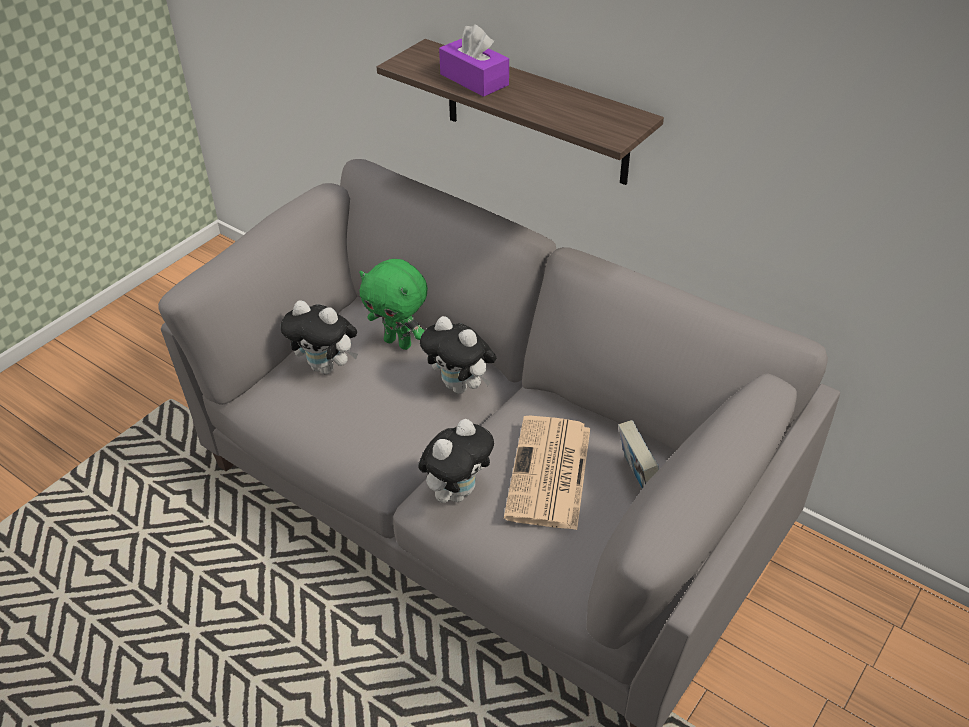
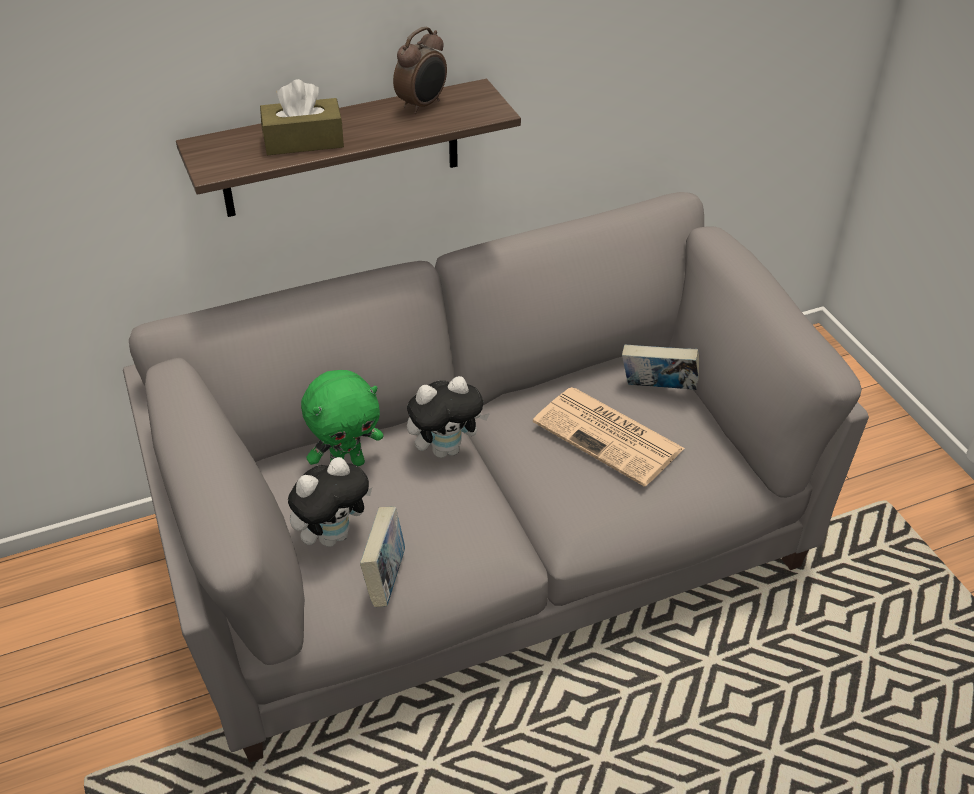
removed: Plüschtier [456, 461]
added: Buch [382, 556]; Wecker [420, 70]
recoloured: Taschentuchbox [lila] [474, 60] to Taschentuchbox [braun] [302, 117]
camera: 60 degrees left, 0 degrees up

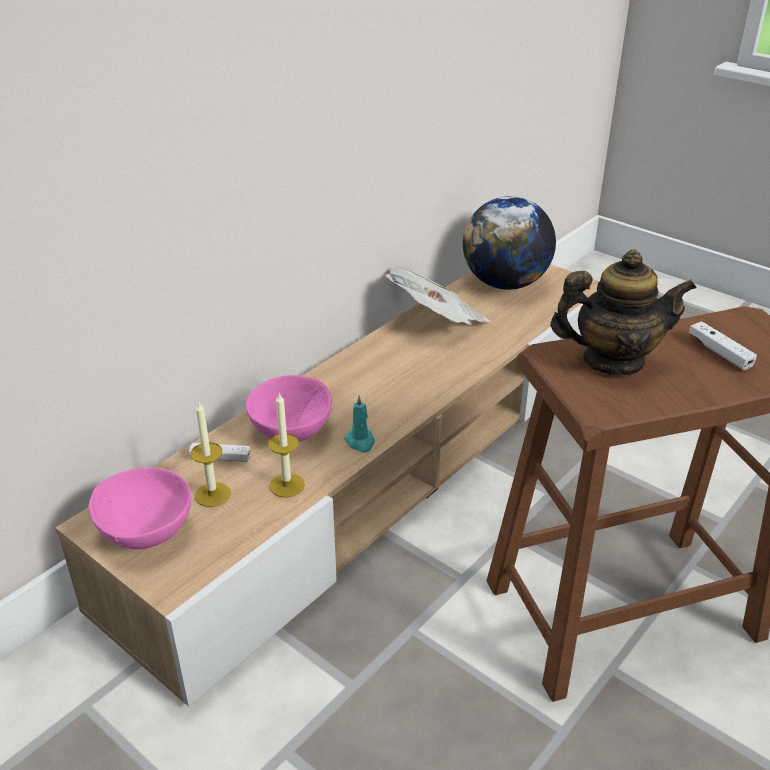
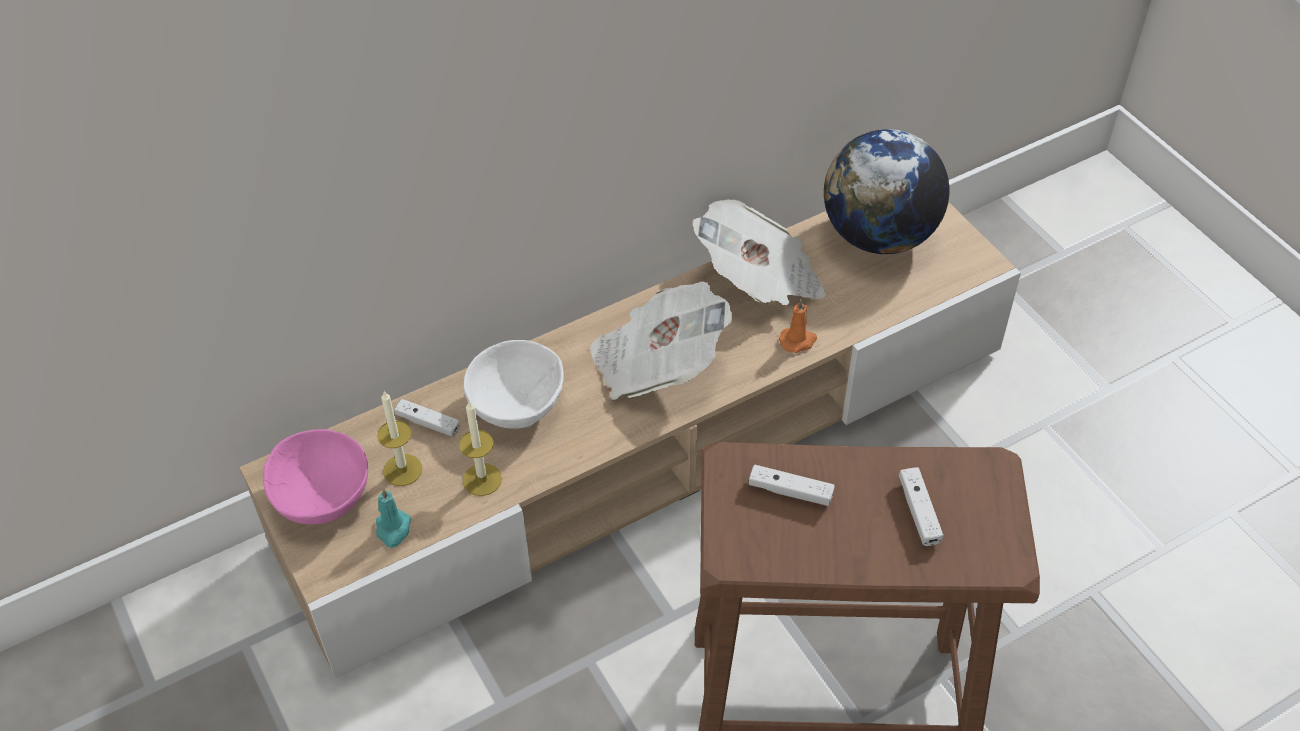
added: Zeitung [661, 341]; Kerze [orange] [798, 326]
moved: Kerze [türkis] [359, 424] to [393, 518]
replaced: Teekanne [623, 313] to Gamepad [weiß] [792, 485]
recoloured: Schüssel [rosa] [289, 408] to Schüssel [weiß] [513, 384]
camera: 20 degrees right, 15 degrees up

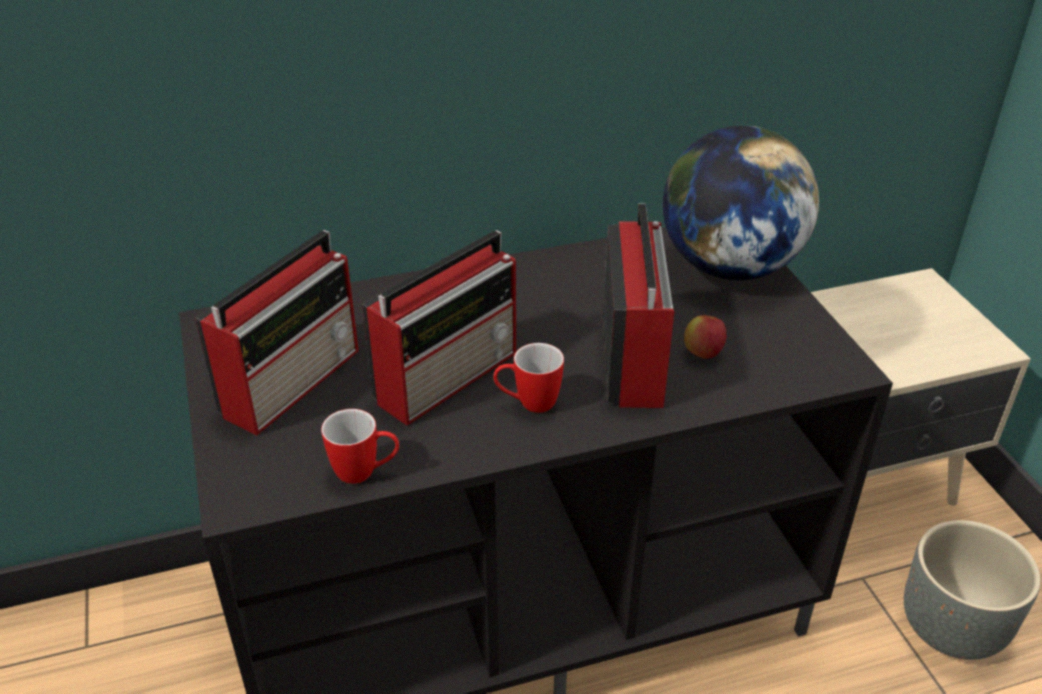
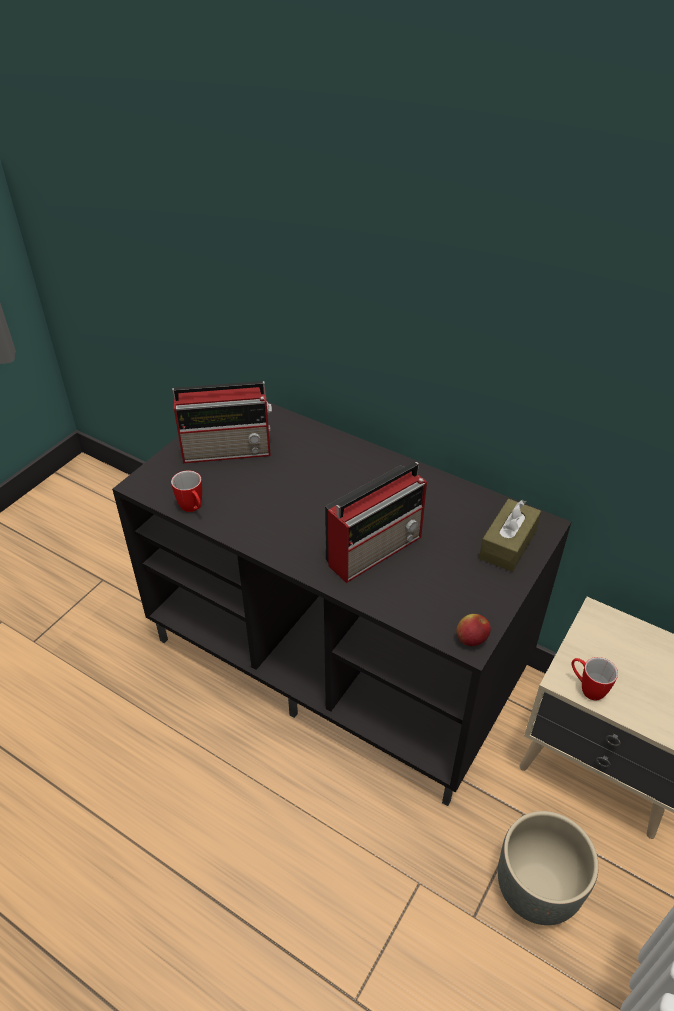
removed: Radio [439, 328]
moved: Henkelbecher [528, 378] to [595, 678]; Apfel [705, 337] to [473, 630]
replaced: Globus [740, 203] to Taschentuchbox [braun] [510, 535]
camera: 50 degrees right, 5 degrees up

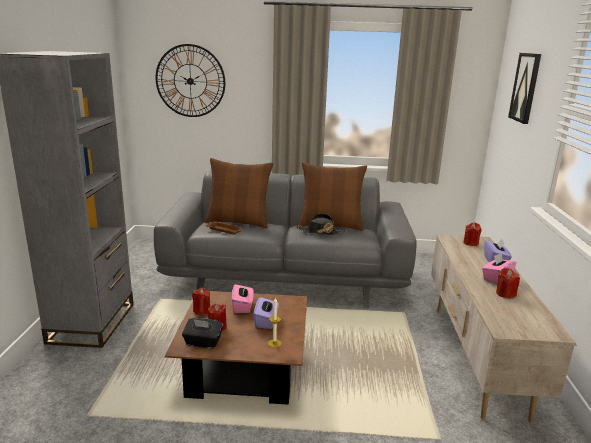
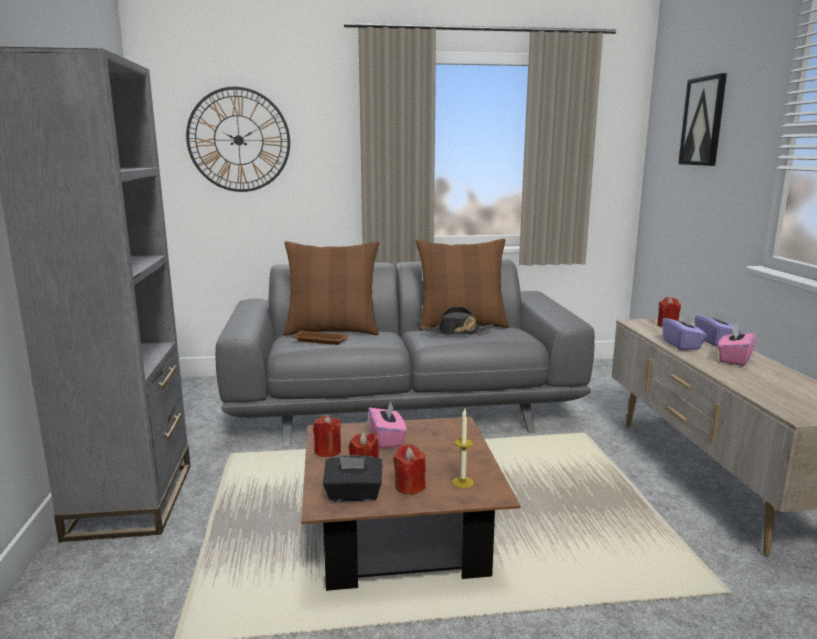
moved: Taschentuchbox [lila] [266, 312] to [684, 330]; Kerze [rot] [508, 283] to [409, 469]
camera: 10 degrees left, 5 degrees down

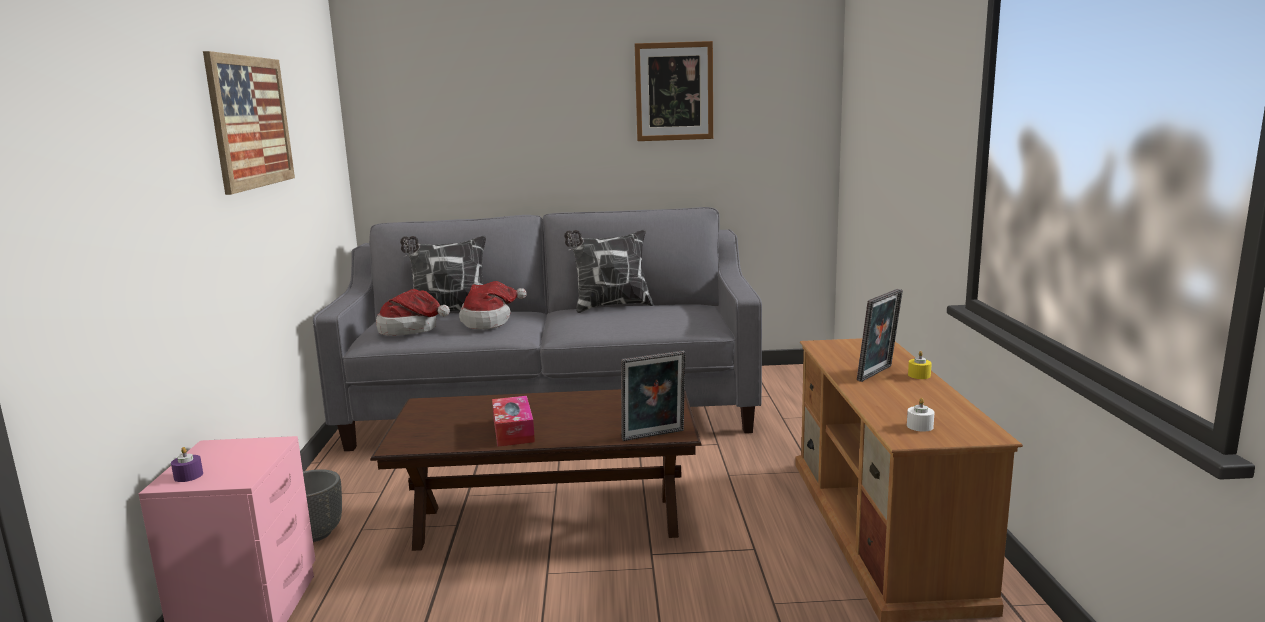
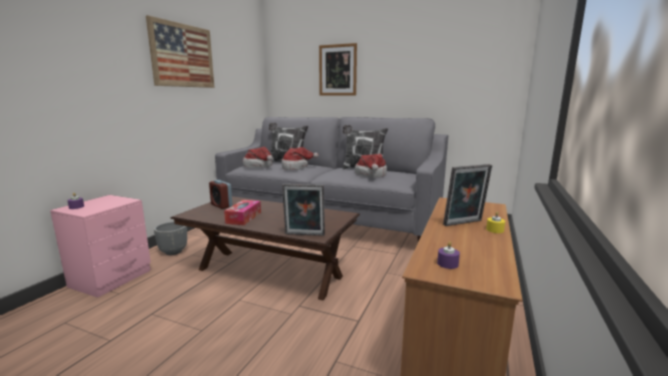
added: Wecker [221, 194]; Hut [371, 166]
moved: Bild [674, 91] to [338, 69]
recoloured: Kerze [weiß] [921, 415] to Kerze [lila] [448, 255]
camera: 25 degrees right, 0 degrees up

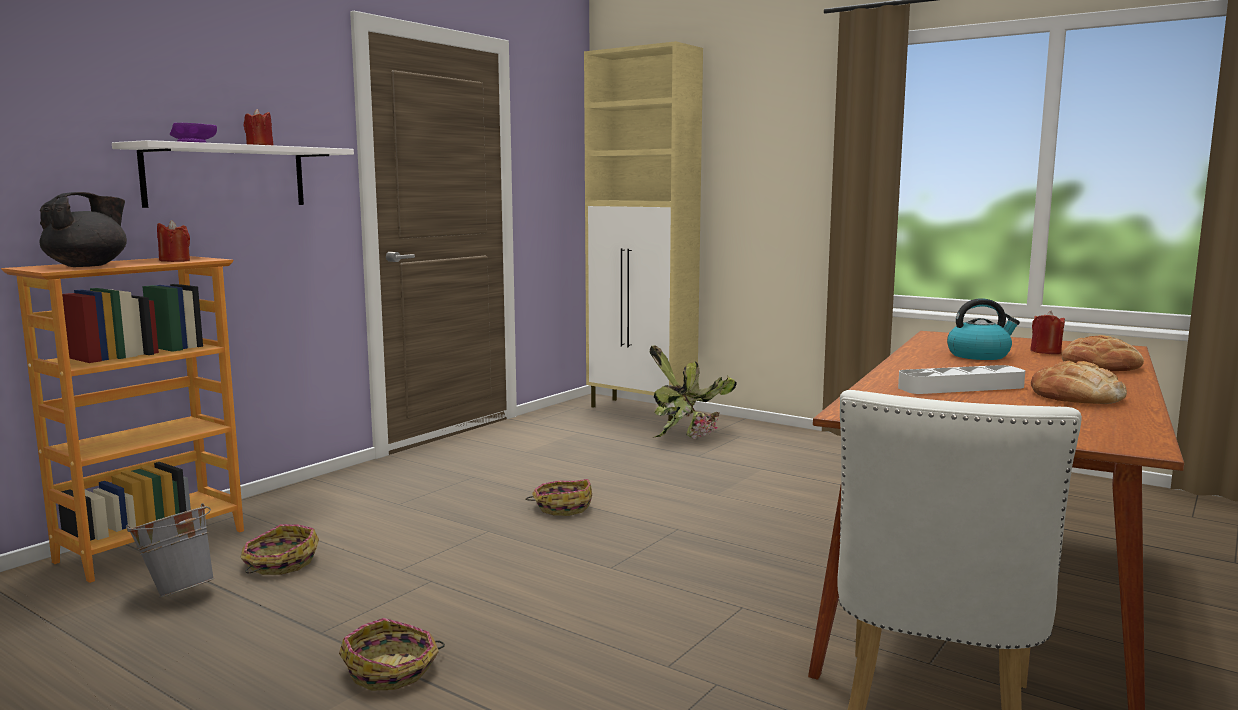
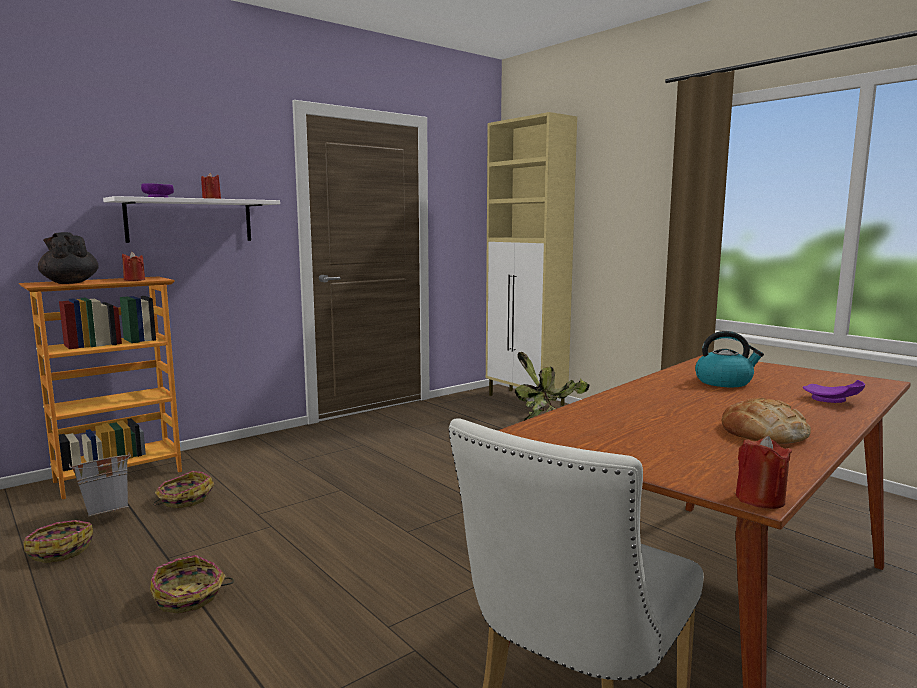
removed: Tablett [grau] [961, 379]
moved: Korb [558, 497] to [58, 541]; Kerze [rot] [1047, 332] to [763, 472]
replaced: Brot [1103, 353] to Teller [lila] [834, 391]
turned: Teekanne [schwarz] [83, 229] = [68, 258] 90 degrees counterclockwise
camera: 15 degrees right, 0 degrees up

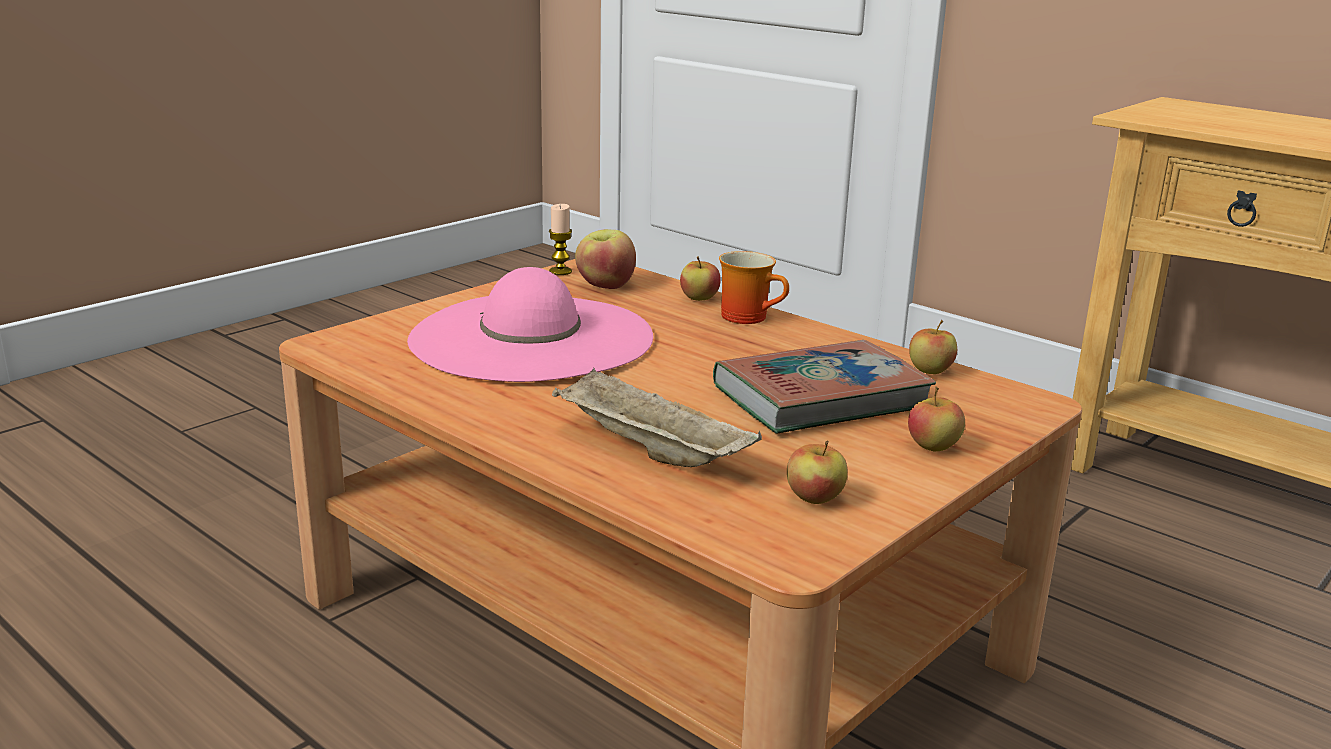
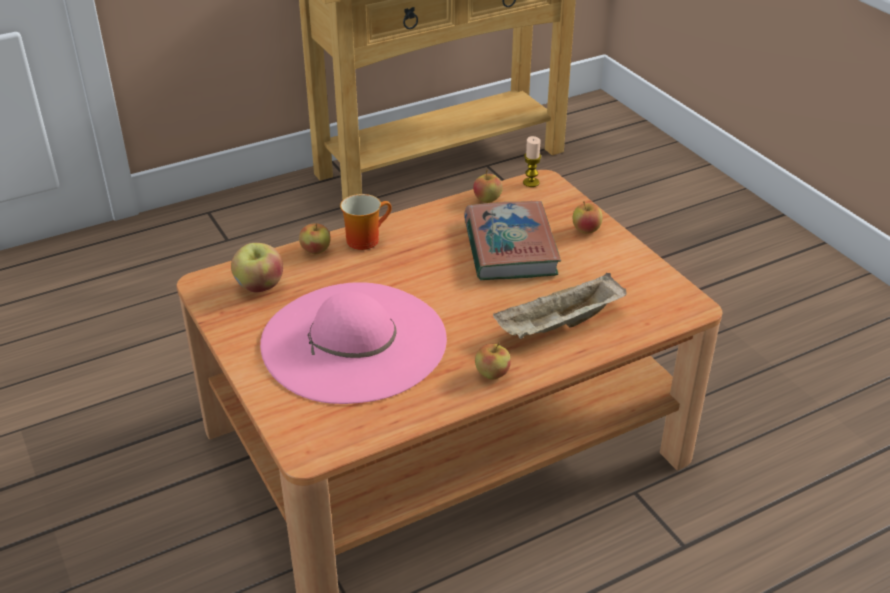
moved: Kerze [560, 239] to [532, 161]; Apfel [817, 472] to [493, 361]
camera: 70 degrees left, 15 degrees up

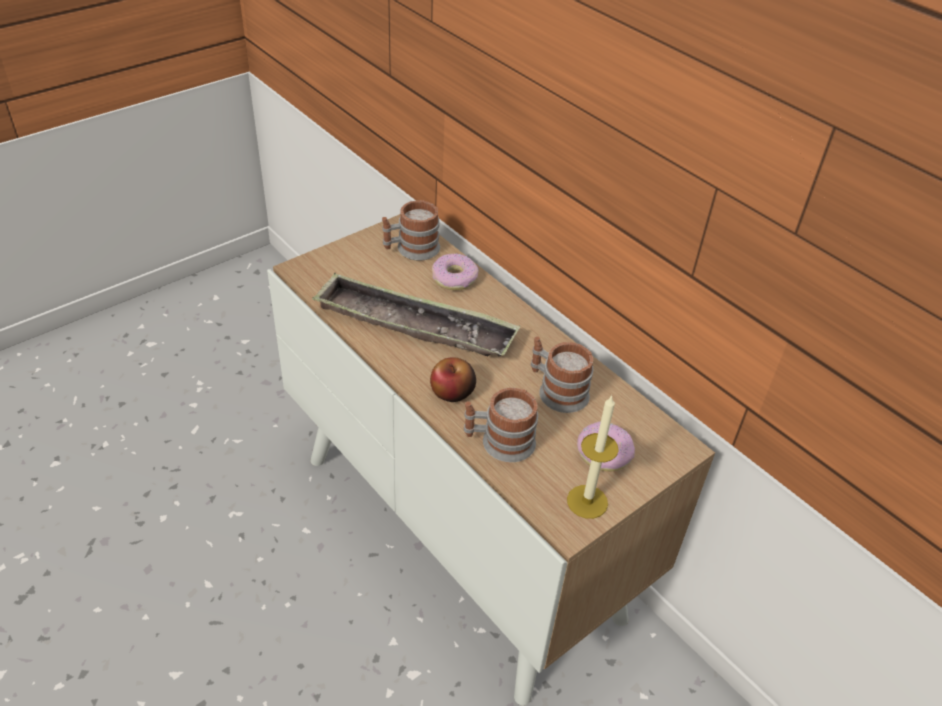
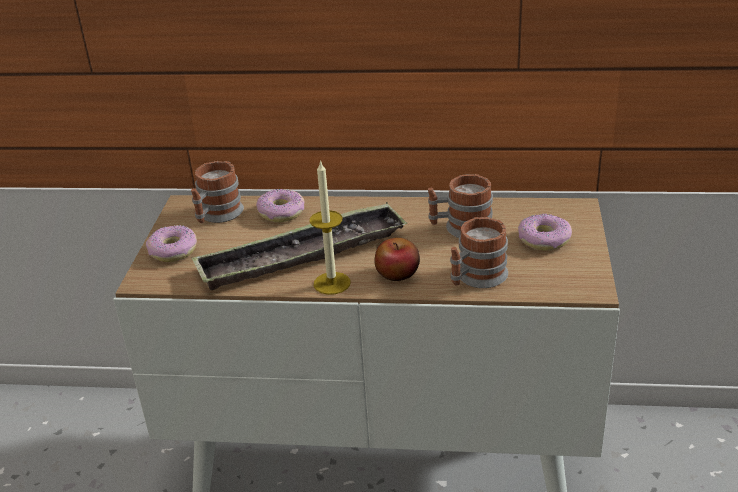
added: Donut [171, 243]
moved: Kerze [593, 457] to [330, 227]
camera: 40 degrees left, 10 degrees down

